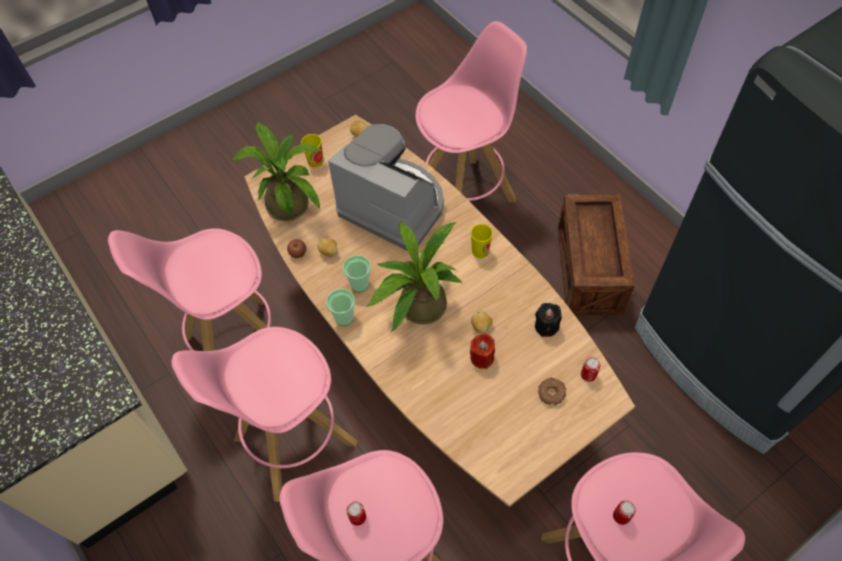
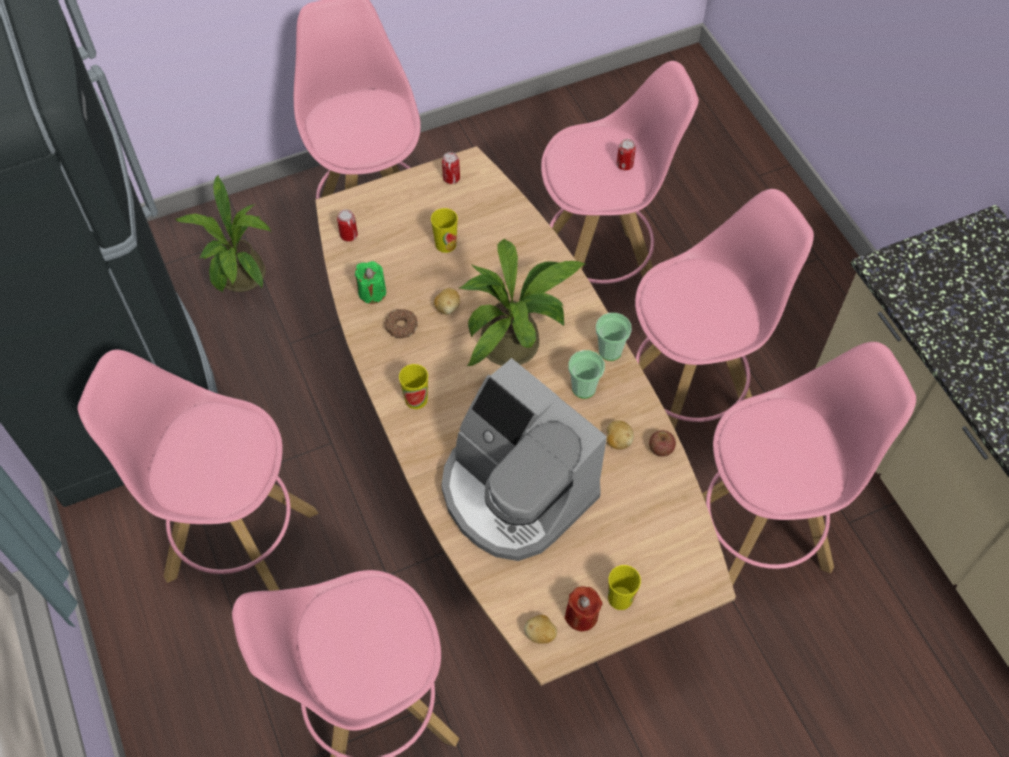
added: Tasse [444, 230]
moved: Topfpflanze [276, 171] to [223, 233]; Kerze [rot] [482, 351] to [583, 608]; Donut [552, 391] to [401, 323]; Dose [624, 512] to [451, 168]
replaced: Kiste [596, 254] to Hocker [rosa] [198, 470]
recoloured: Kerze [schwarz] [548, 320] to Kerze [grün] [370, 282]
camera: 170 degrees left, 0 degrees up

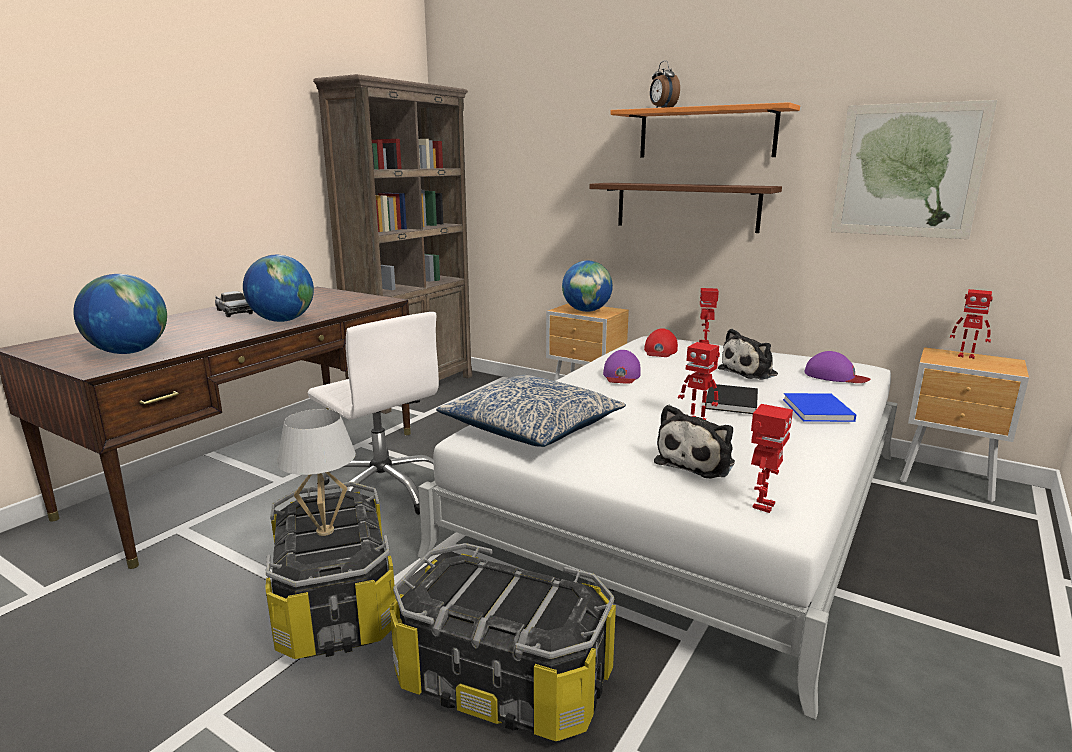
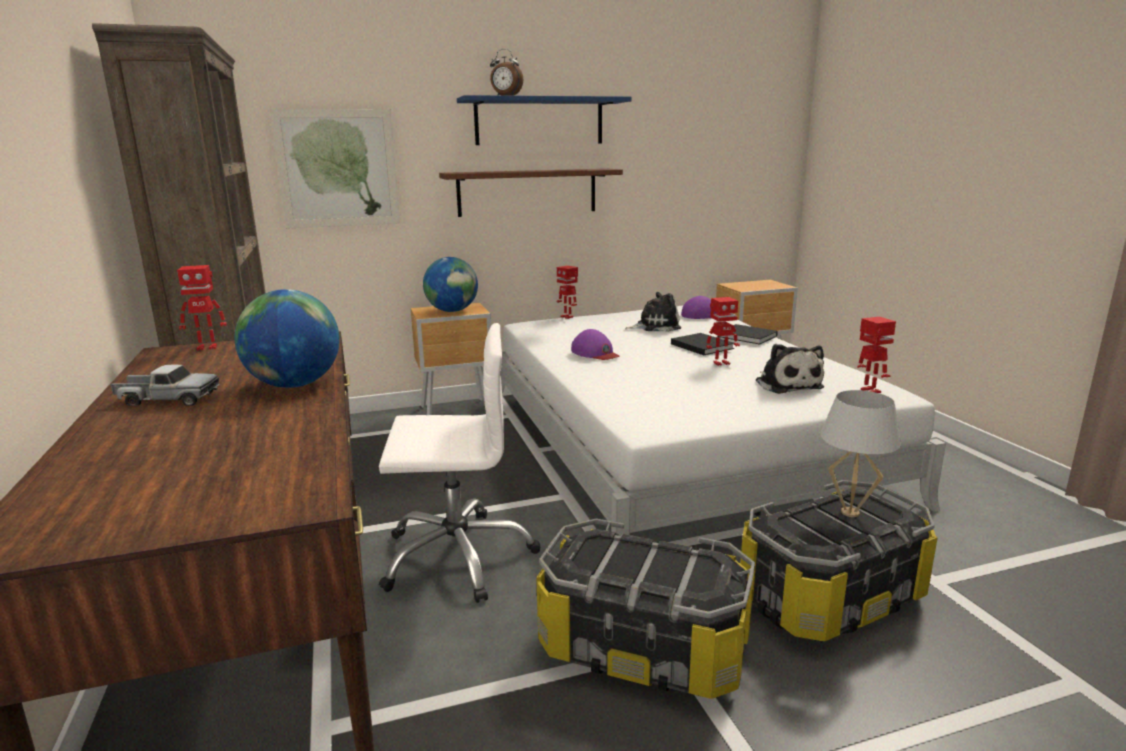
removed: Globus [120, 314]; Kissen [531, 411]; Kappe [rot] [661, 342]
moved: Tischlampe [weiß] [316, 472] to [860, 453]; Bild [914, 169] to [335, 168]; Spielzeugroboter [971, 324] to [202, 307]
recoloured: Wandregal [orange] [705, 129] to Wandregal [blau] [544, 120]; Buch [blau] [819, 407] to Buch [schwarz] [747, 334]
turned: Plüschtier [748, 354] = [653, 312] 105 degrees counterclockwise
camera: 50 degrees left, 0 degrees up

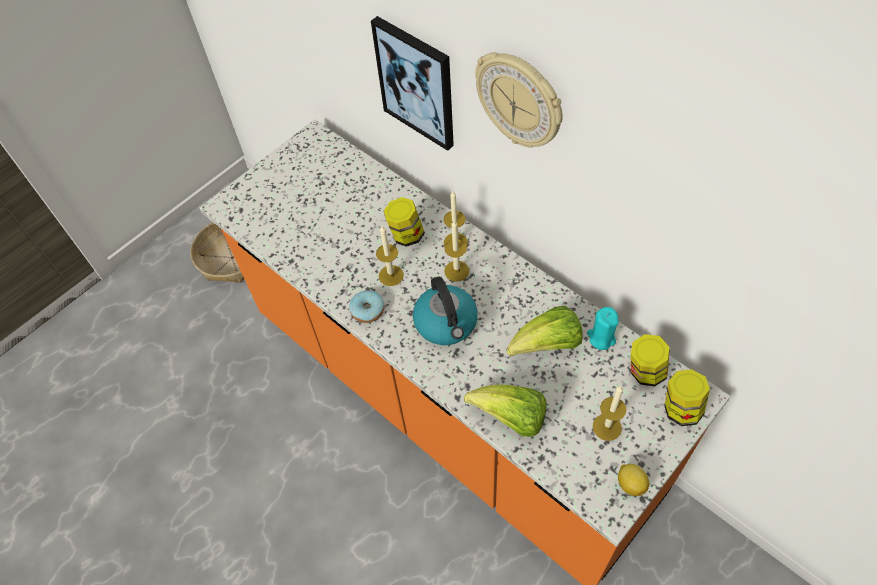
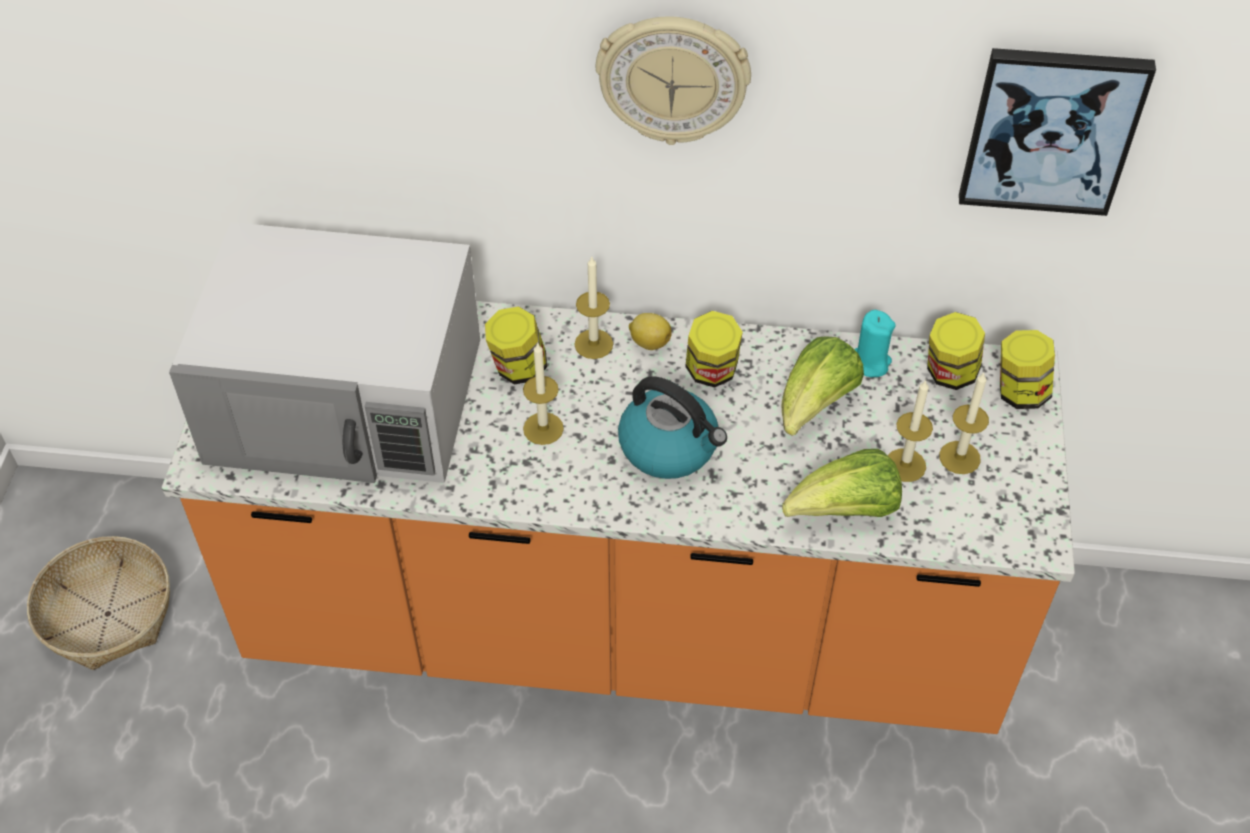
removed: Donut [367, 306]
added: Mikrowelle [weiß] [324, 352]; Vorratsglas [714, 349]
moved: Bild [412, 83] to [1057, 132]; Kerze [456, 251] to [910, 431]; Zitrone [633, 480] to [650, 331]
camera: 40 degrees left, 5 degrees down

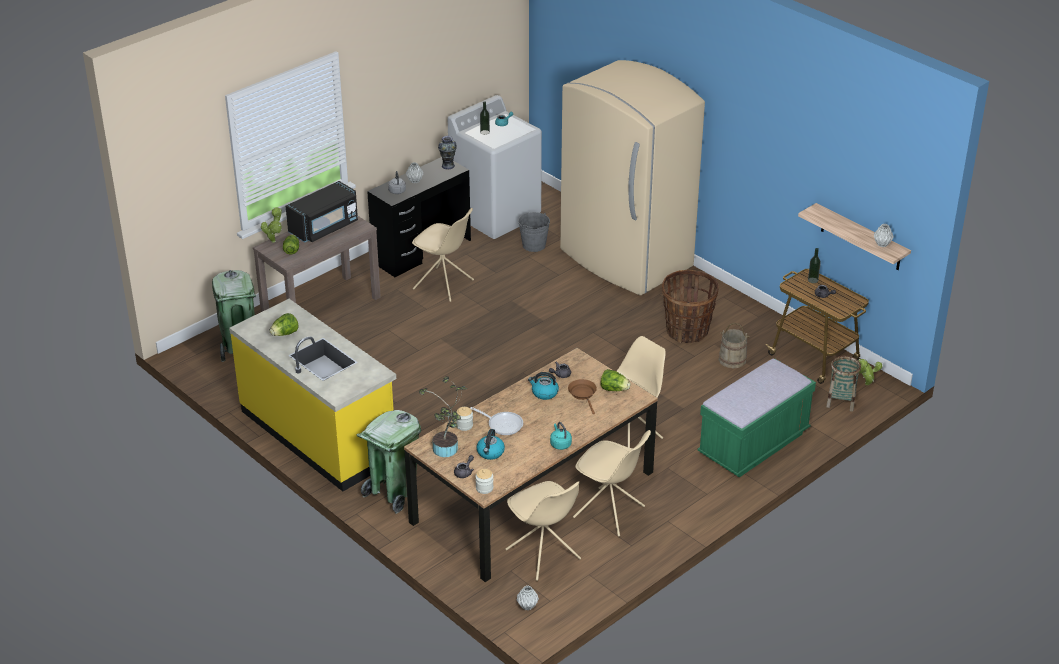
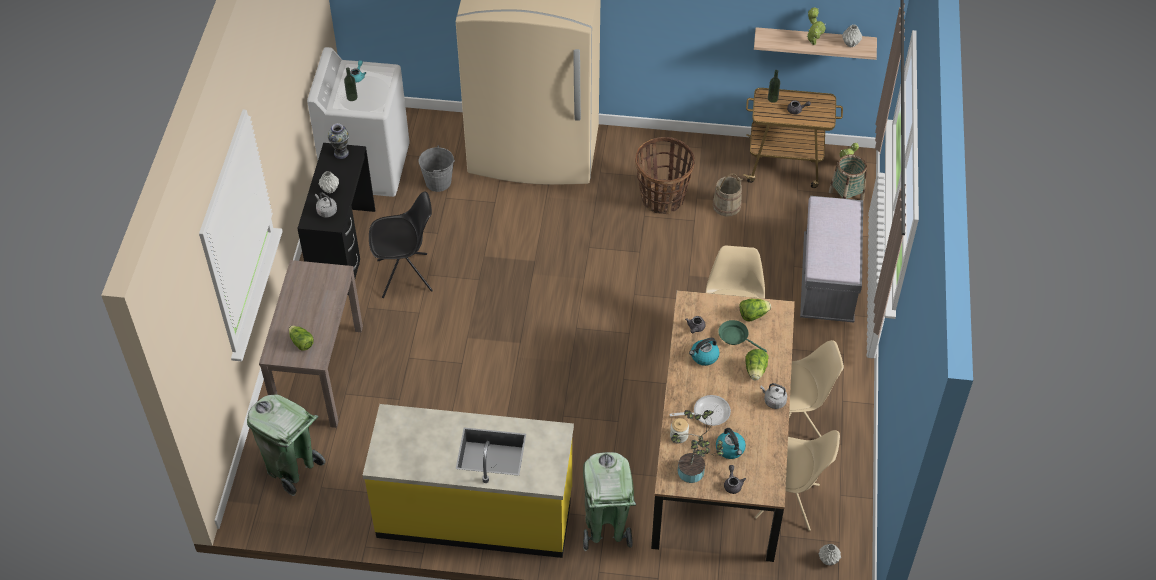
removed: Mikrowelle [schwarz] [322, 211]; Vorratsglas [484, 481]
moved: Topfpflanze [271, 224] to [816, 26]; Salatkopf [284, 324] to [756, 365]
recoloured: Stuhl [beige] [443, 255] to Stuhl [schwarz] [401, 245]; Wasserkessel [türkis] [561, 436] to Wasserkessel [grau] [773, 396]; Pfanne [braun] [582, 396] to Pfanne [grün] [742, 336]; Bank [grün] [757, 418] to Bank [grau] [831, 259]
camera: 40 degrees left, 15 degrees up

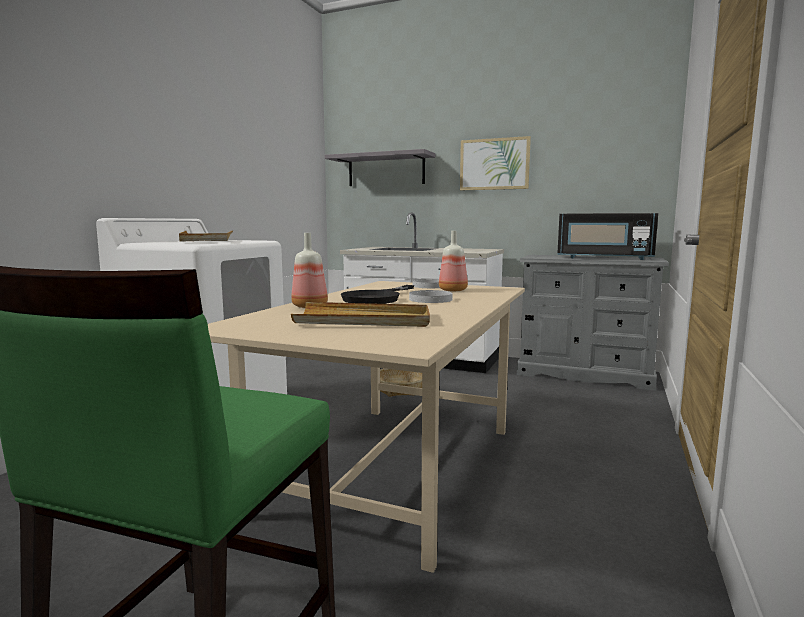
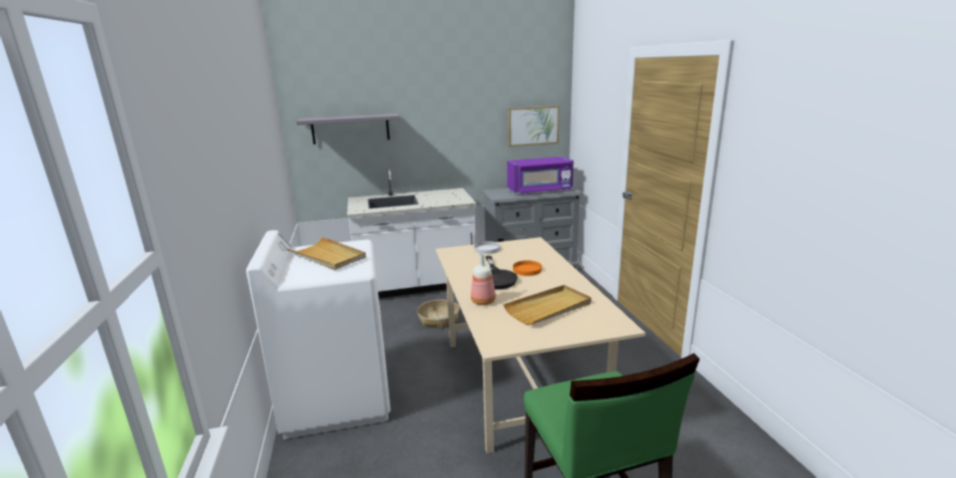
removed: Flasche [453, 261]
moved: Bild [495, 163] to [534, 126]
recoloured: Teller [weiß] [431, 296] to Teller [orange] [527, 268]; Mikrowelle [schwarz] [607, 236] to Mikrowelle [lila] [540, 175]
camera: 35 degrees left, 10 degrees up

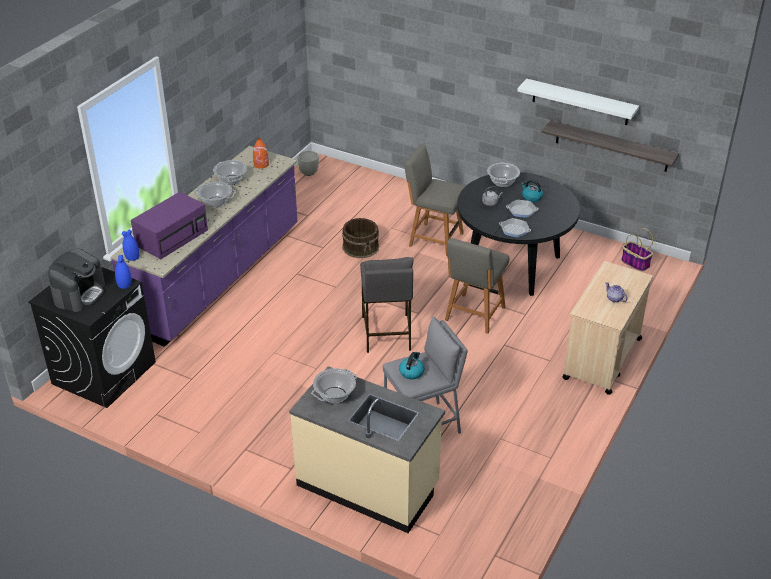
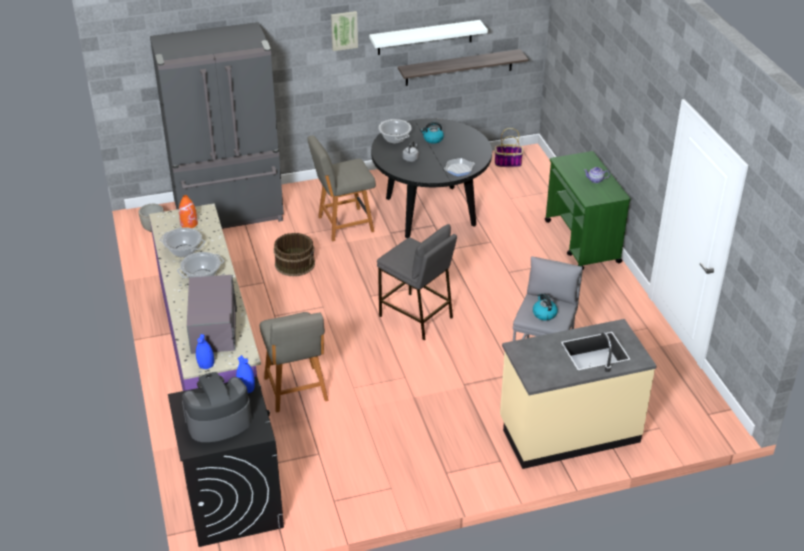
removed: Kochtopf [334, 385]; Pfanne [522, 209]
added: Kühlschrank [grau] [217, 125]; Bild [344, 31]
moved: Stuhl [grau] [477, 286] to [294, 362]
recoloured: Mikrowelle [lila] [169, 225] to Mikrowelle [grau] [212, 314]; Rollwagen [beige] [607, 328] to Rollwagen [grün] [588, 210]
turned: Kaffeemaschine [76, 280] = [217, 407] 90 degrees counterclockwise
camera: 45 degrees left, 0 degrees up

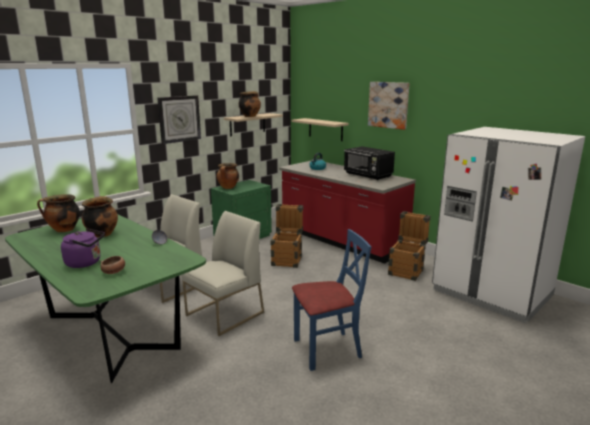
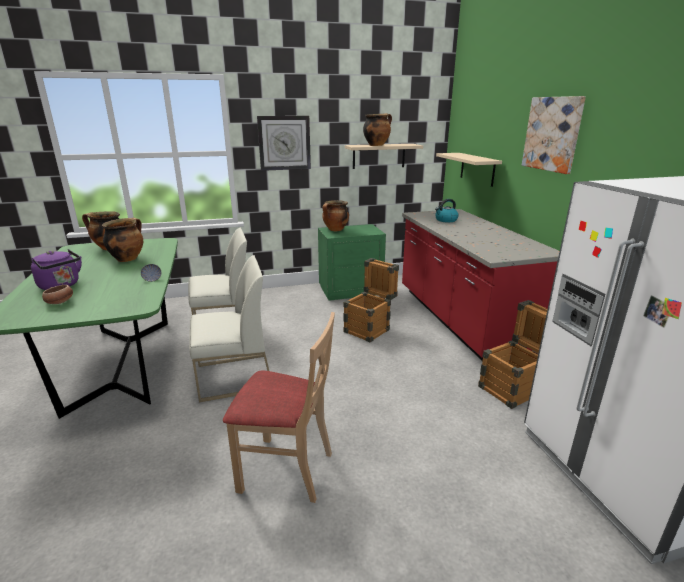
removed: Mikrowelle [schwarz] [369, 163]
recoloured: Stuhl [blau] [331, 300] to Stuhl [beige] [279, 407]
camera: 30 degrees right, 5 degrees up

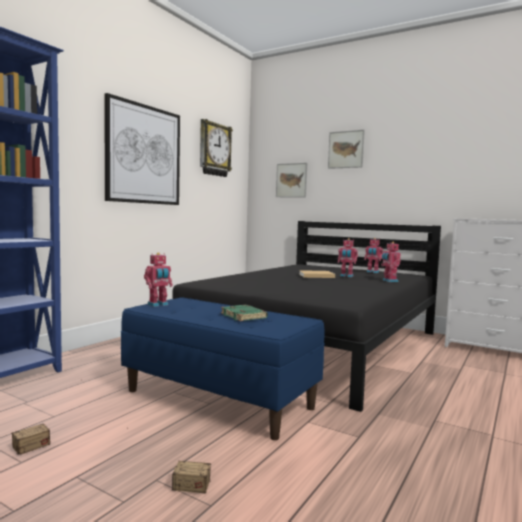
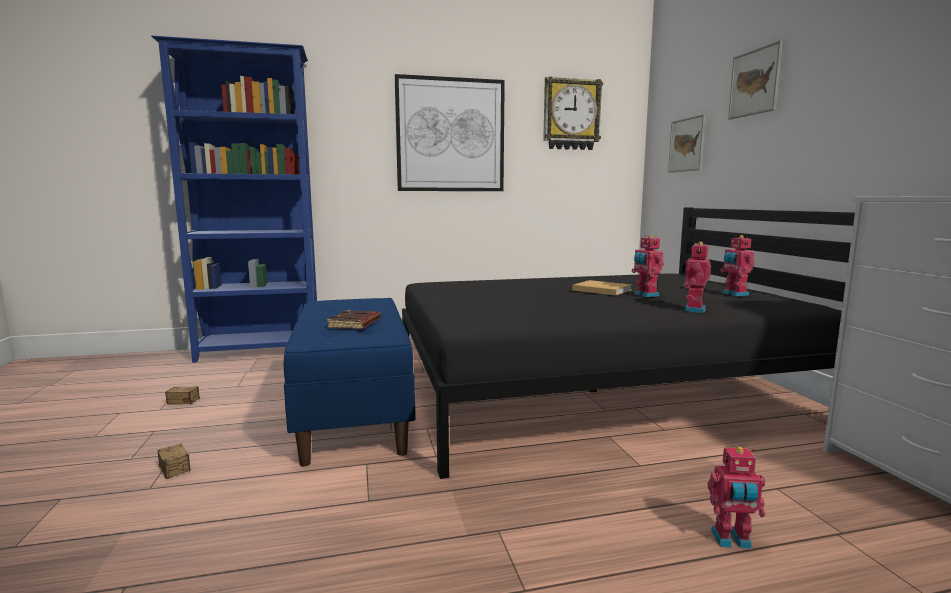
moved: Spielzeugroboter [158, 279] to [736, 498]
recoloured: Buch [grün] [244, 313] to Buch [braun] [354, 319]
camera: 45 degrees right, 5 degrees up

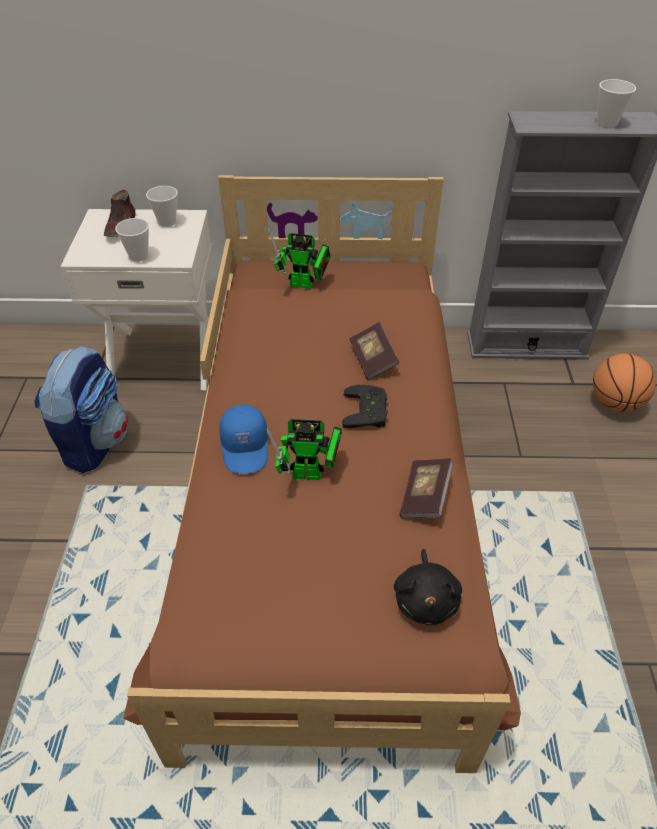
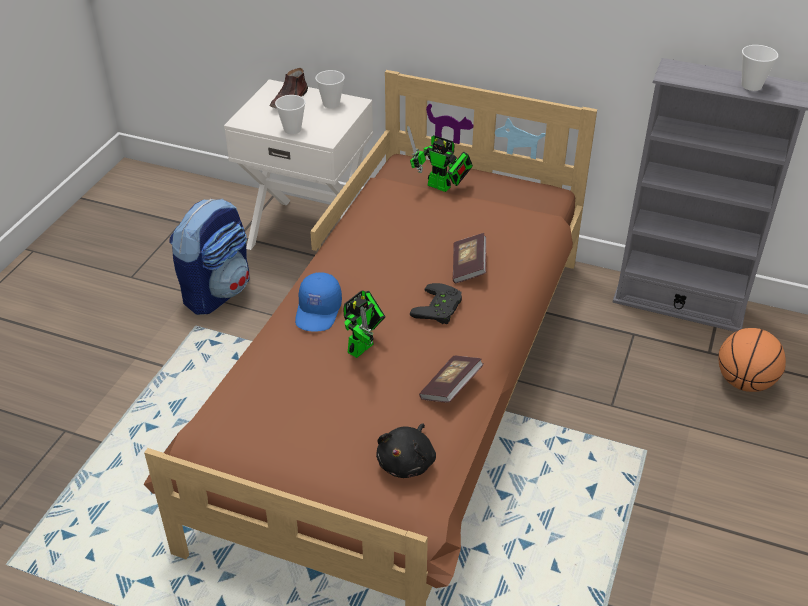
turned: Spielzeugroboter [304, 449] = [364, 324] 75 degrees counterclockwise
camera: 20 degrees right, 5 degrees down

